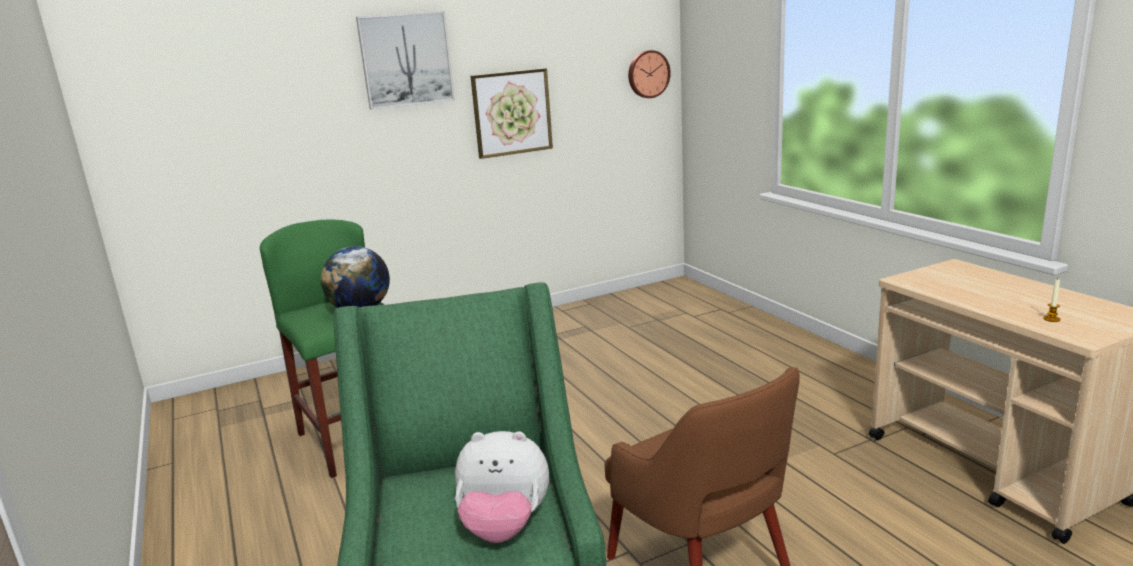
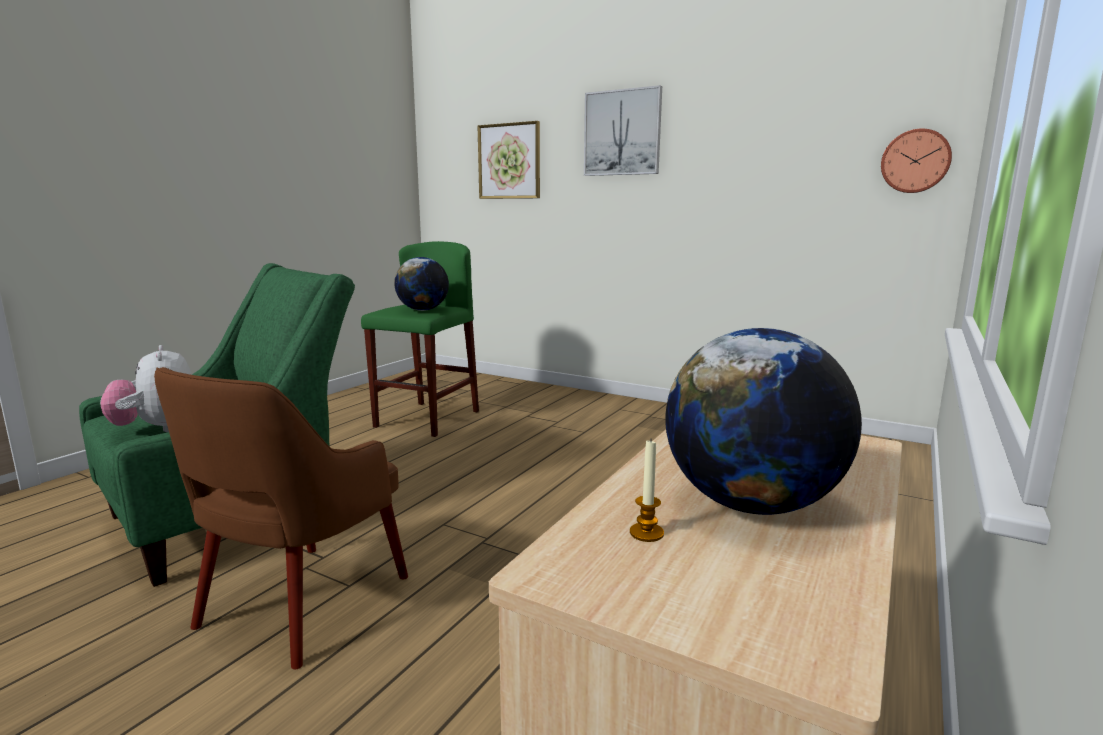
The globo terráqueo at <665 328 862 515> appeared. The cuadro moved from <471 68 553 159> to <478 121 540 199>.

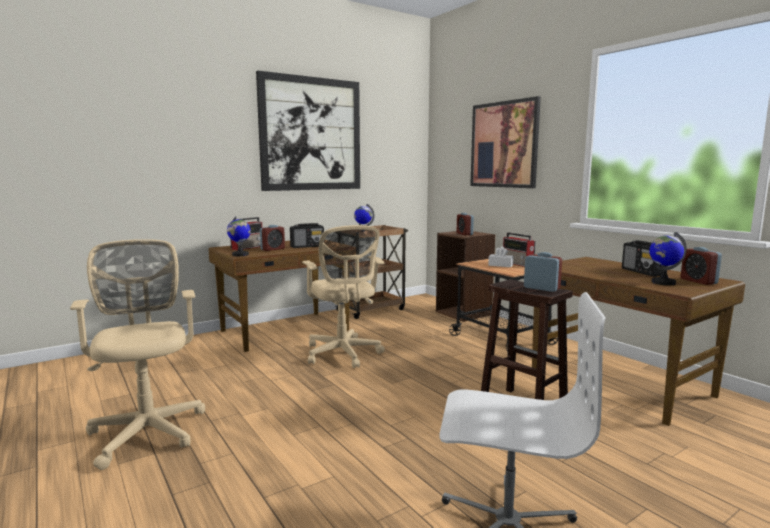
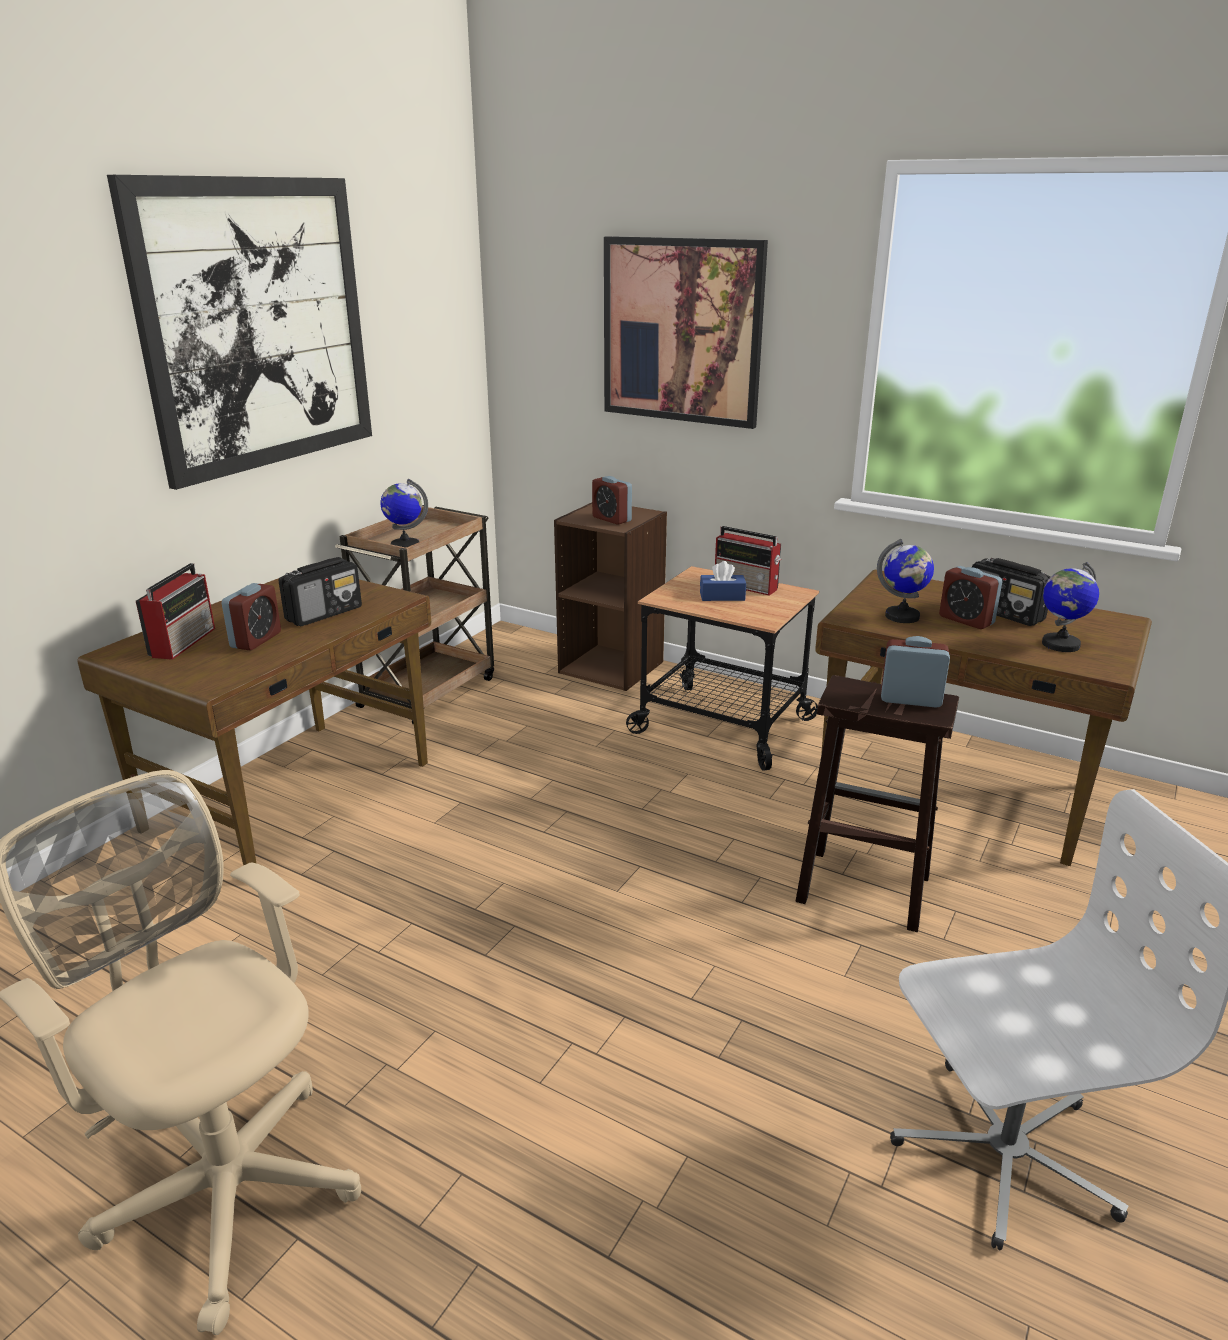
The silla de oficina [beis] at <302 225 385 368> disappeared. The globo terráqueo moved from <227 216 251 256> to <877 539 934 623>. The despertador moved from <681 247 722 285> to <939 566 1003 629>. The caja de pañuelos [blanco] at <488 246 514 267> became the caja de pañuelos [azul] at <700 561 746 601>.

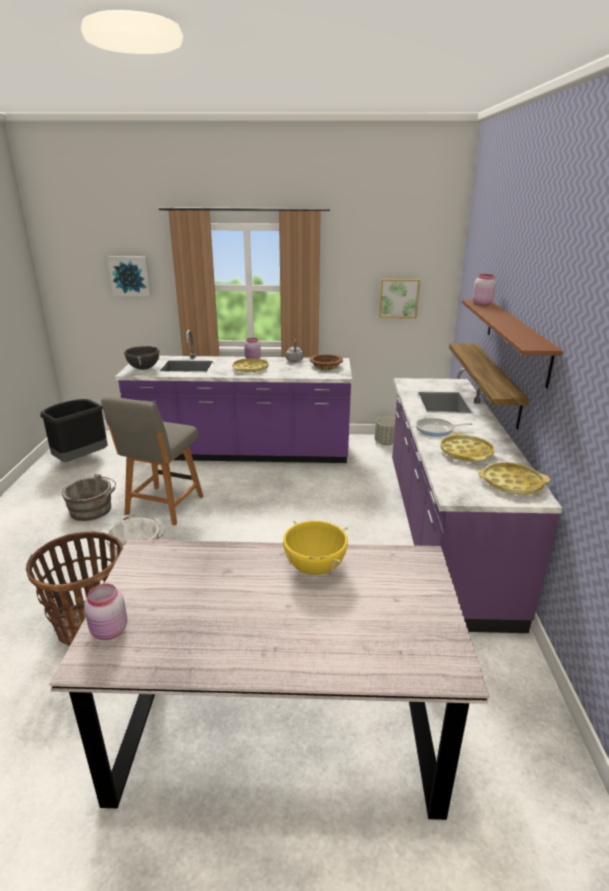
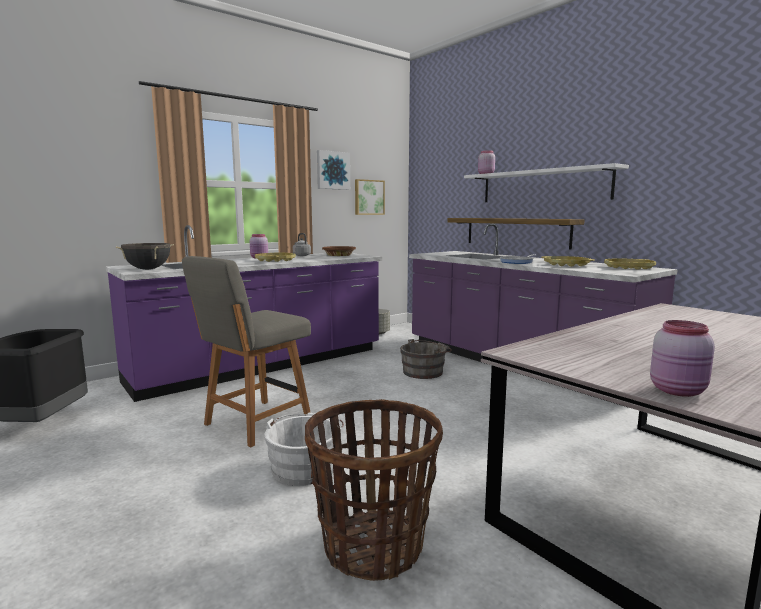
The olla [amarillo] at <280 520 348 575> disappeared. The cubo [gris] moved from <62 474 116 521> to <400 339 452 379>. The cuadro moved from <108 256 151 296> to <317 150 350 190>. The estante [marrón] at <462 300 563 388> became the estante [blanco] at <464 163 629 202>. The silla [gris] at <101 396 204 525> turned 60 degrees clockwise.

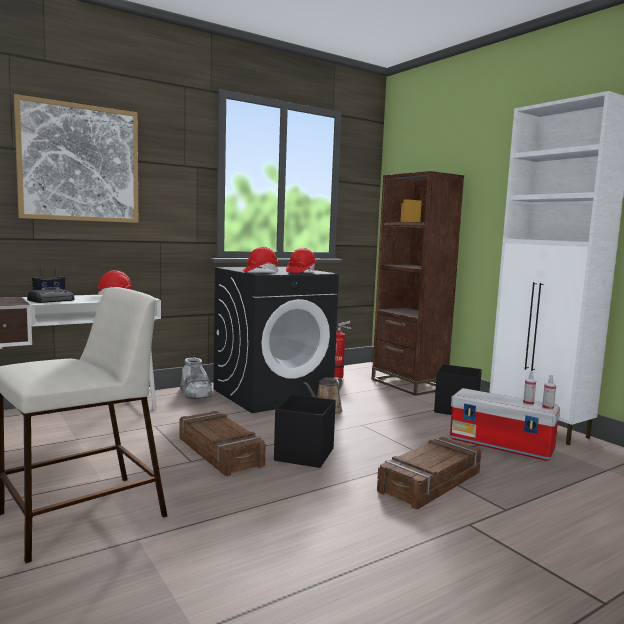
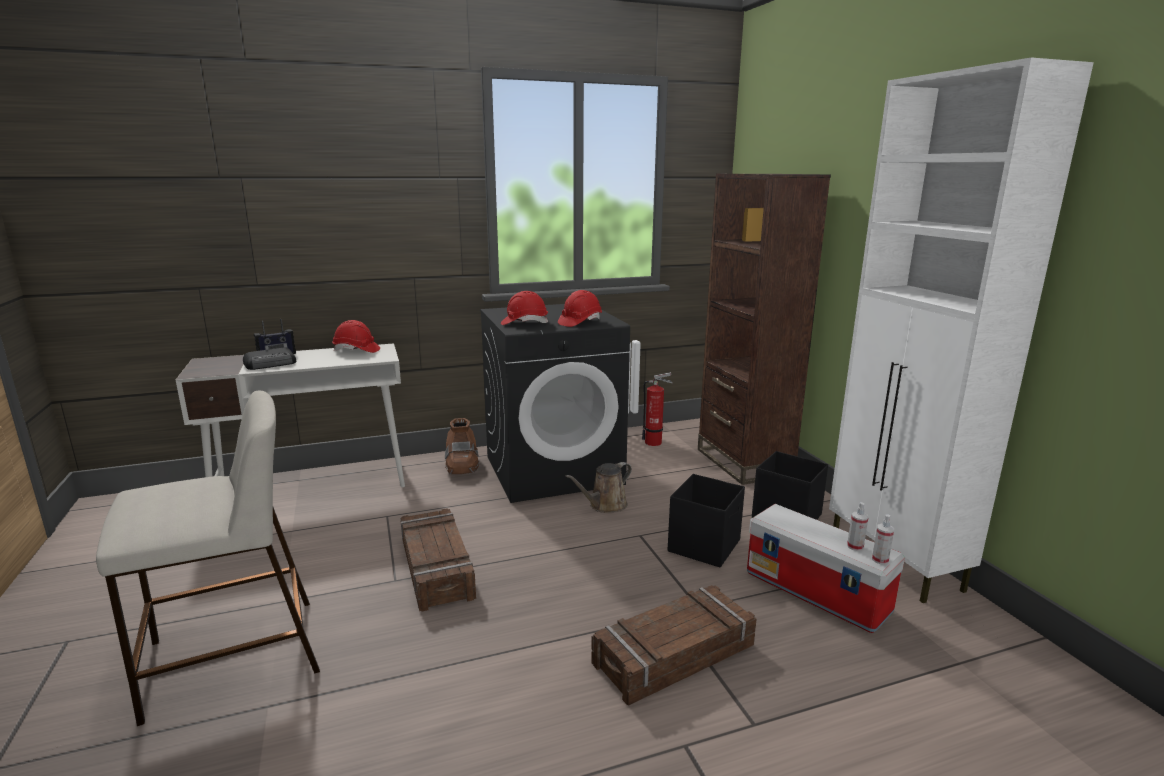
The cuadro at <14 94 138 223> disappeared. The caja de almacenaje [negro] moved from <274 395 336 468> to <668 474 745 567>. The bota [gris] at <180 358 213 399> became the bota [marrón] at <445 418 479 474>.

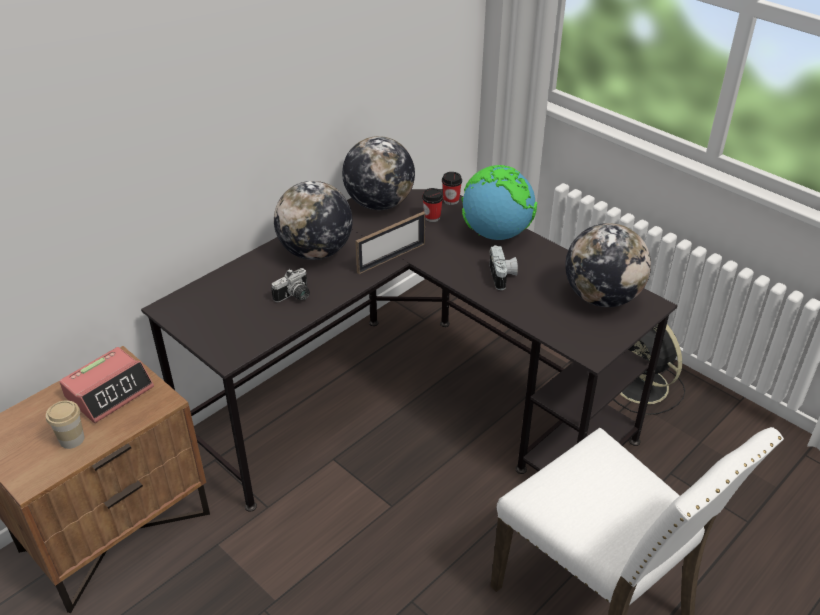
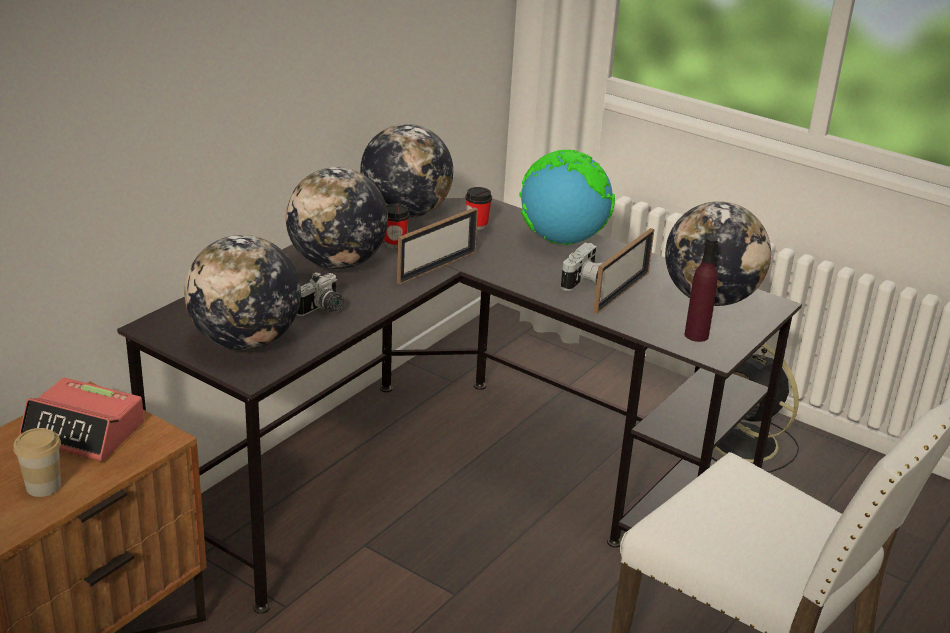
The globo terráqueo at <184 235 301 350> appeared. The portarretratos at <593 228 654 314> appeared. The botella [morado] at <685 236 718 342> appeared. The taza moved from <442 172 462 205> to <384 204 410 249>. The despertador at <59 347 154 423> turned 75 degrees clockwise. The cámara at <489 245 518 290> turned 45 degrees clockwise.

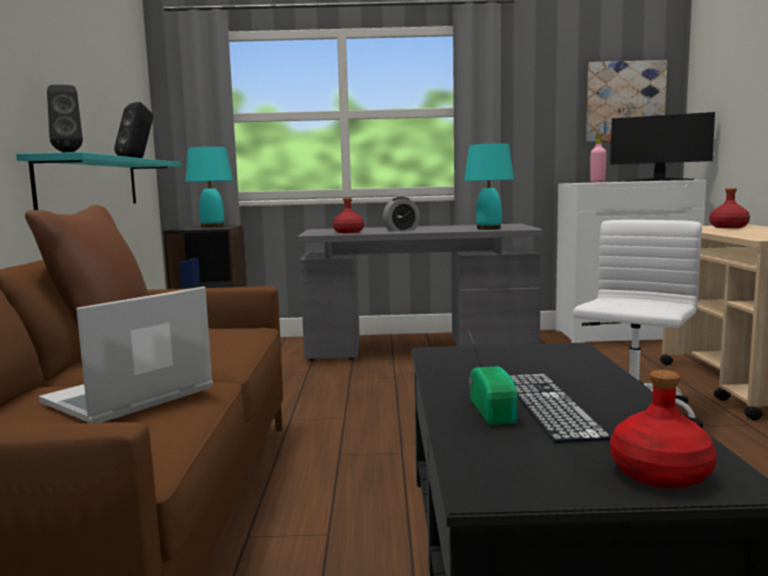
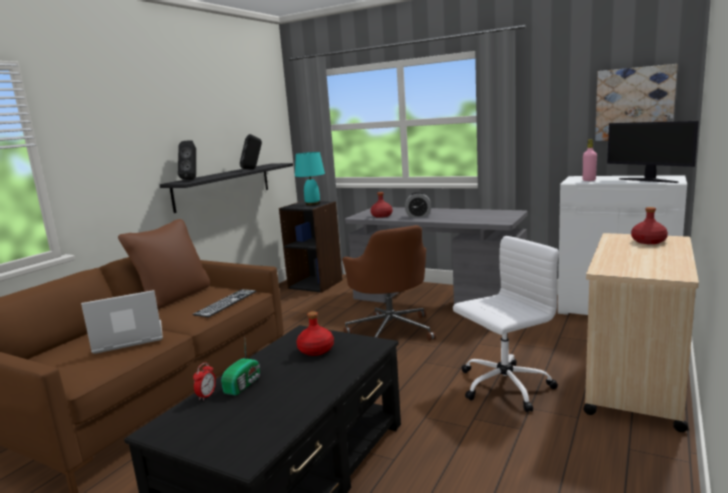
The lámpara de mesa [turquesa] at <464 143 514 230> disappeared. The despertador at <193 362 216 401> appeared. The silla de oficina [marrón] at <342 225 436 341> appeared. The teclado moved from <511 374 611 443> to <192 289 256 317>. The botella [rojo] moved from <610 370 717 489> to <296 311 334 356>. The estante [turquesa] at <16 152 181 210> became the estante [negro] at <160 163 293 213>.

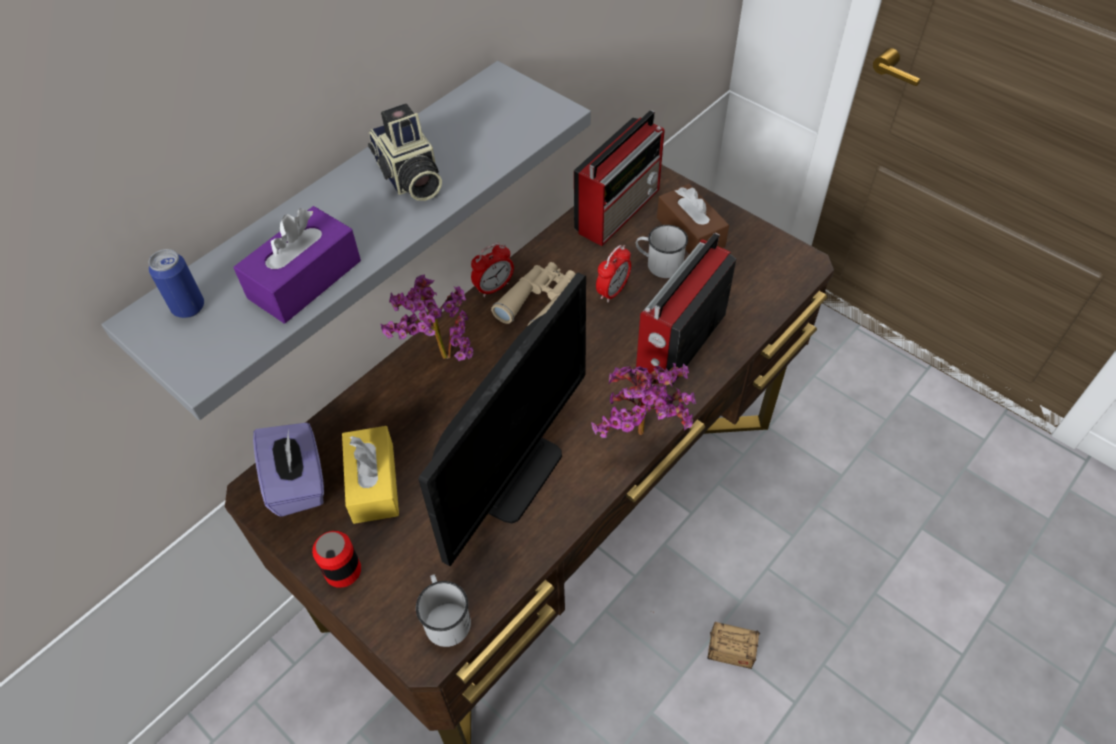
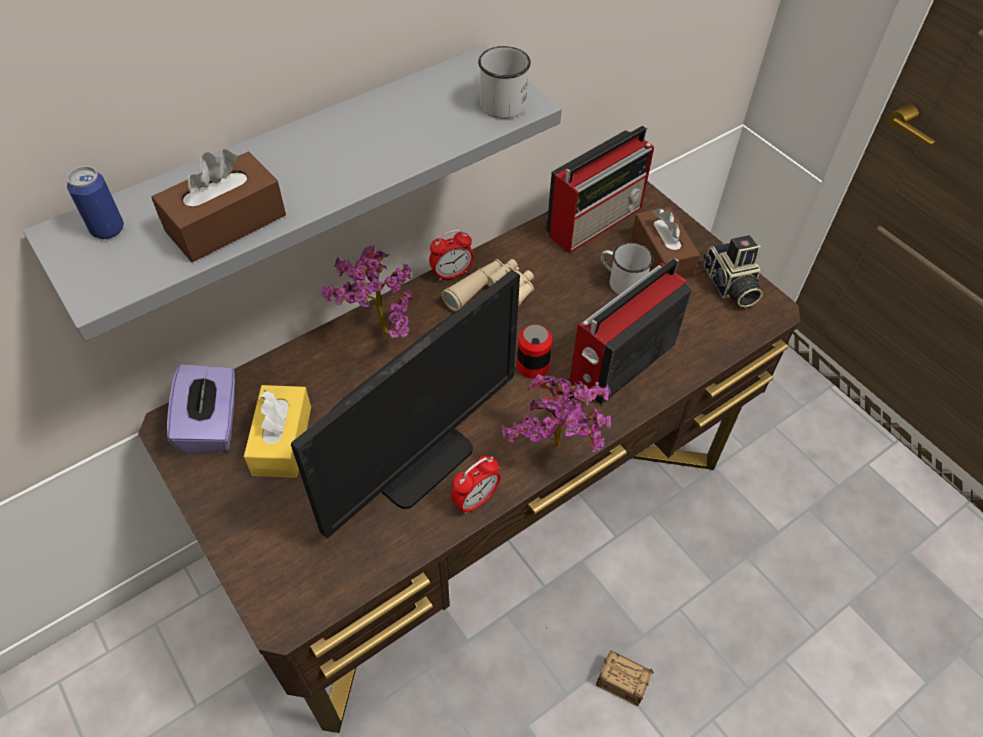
The lata moved from <312 531 361 588> to <517 325 552 379>. The cámara moved from <368 103 442 201> to <703 235 763 308>. The taza grande [blanco] moved from <416 574 471 647> to <478 46 531 119>. The despertador moved from <596 245 631 303> to <451 456 501 514>. The caja de pañuelos [morado] at <234 206 361 323> became the caja de pañuelos [marrón] at <151 149 286 262>.

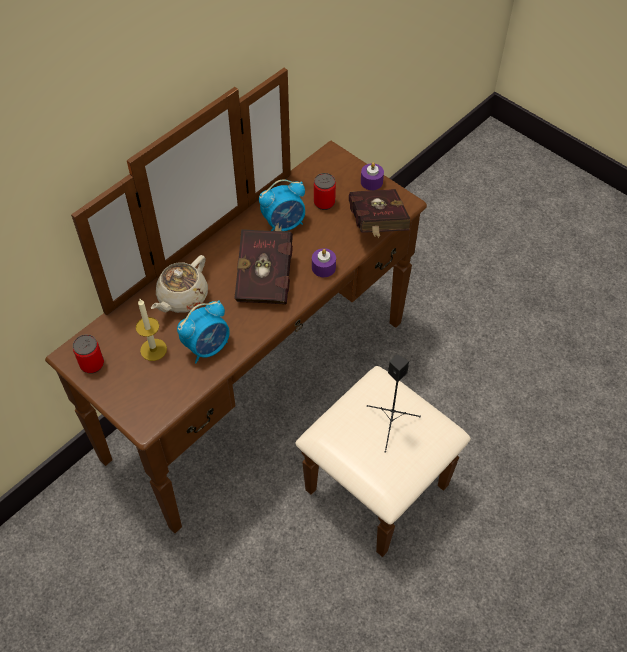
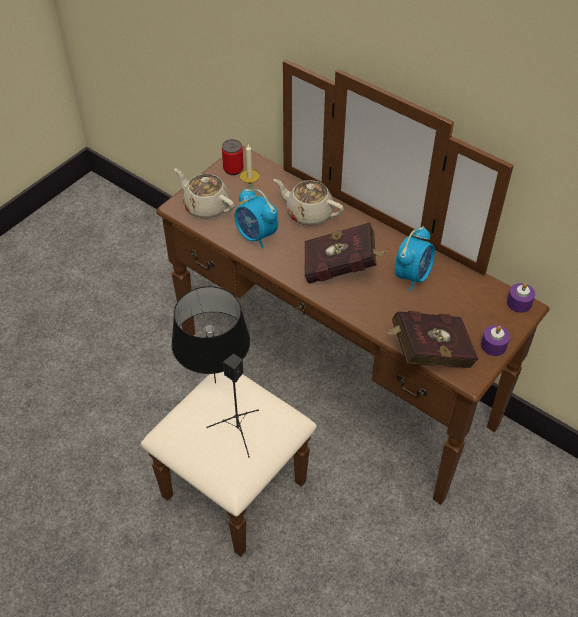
The lata at <314 173 336 210> disappeared. The lámpara de mesa [negro] at <171 286 250 383> appeared. The tetera [beis] at <174 168 235 219> appeared. The vela [morado] moved from <312 248 336 277> to <507 283 535 313>. The despertador at <259 179 305 231> turned 120 degrees counterclockwise.

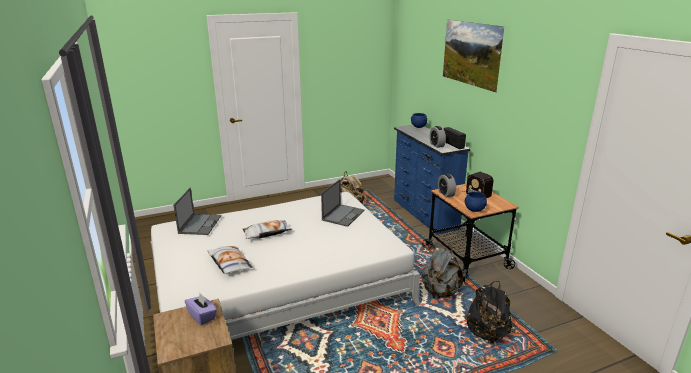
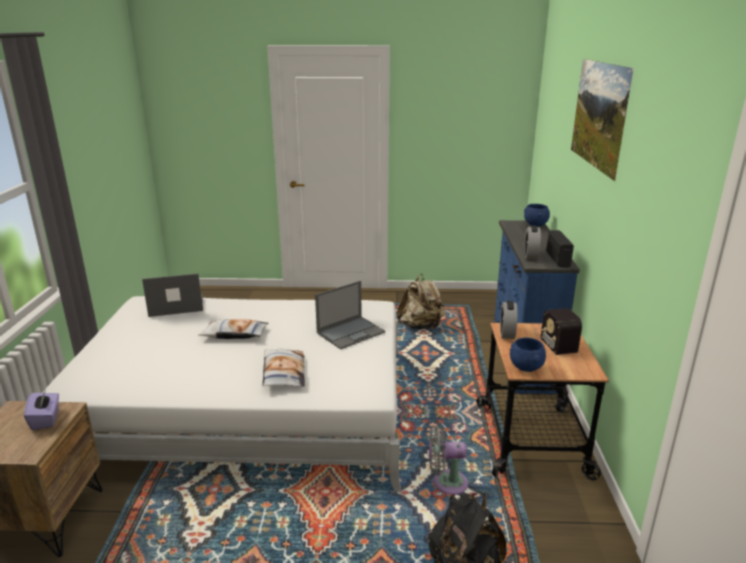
The cojín moved from <207 246 253 274> to <262 348 305 387>. The mochila [gris] at <421 246 463 299> was replaced by the ventilador [gris] at <429 426 468 495>. The portátil at <173 188 222 235> turned 135 degrees counterclockwise.

